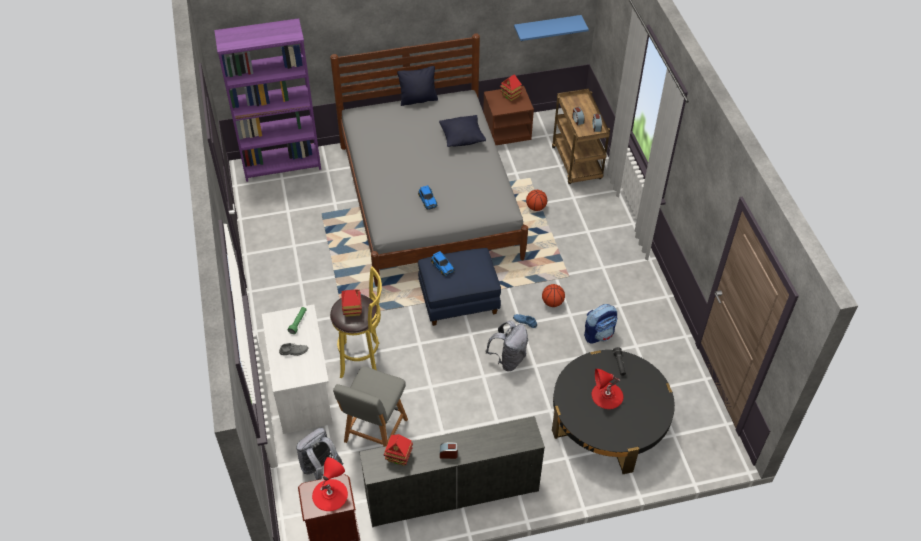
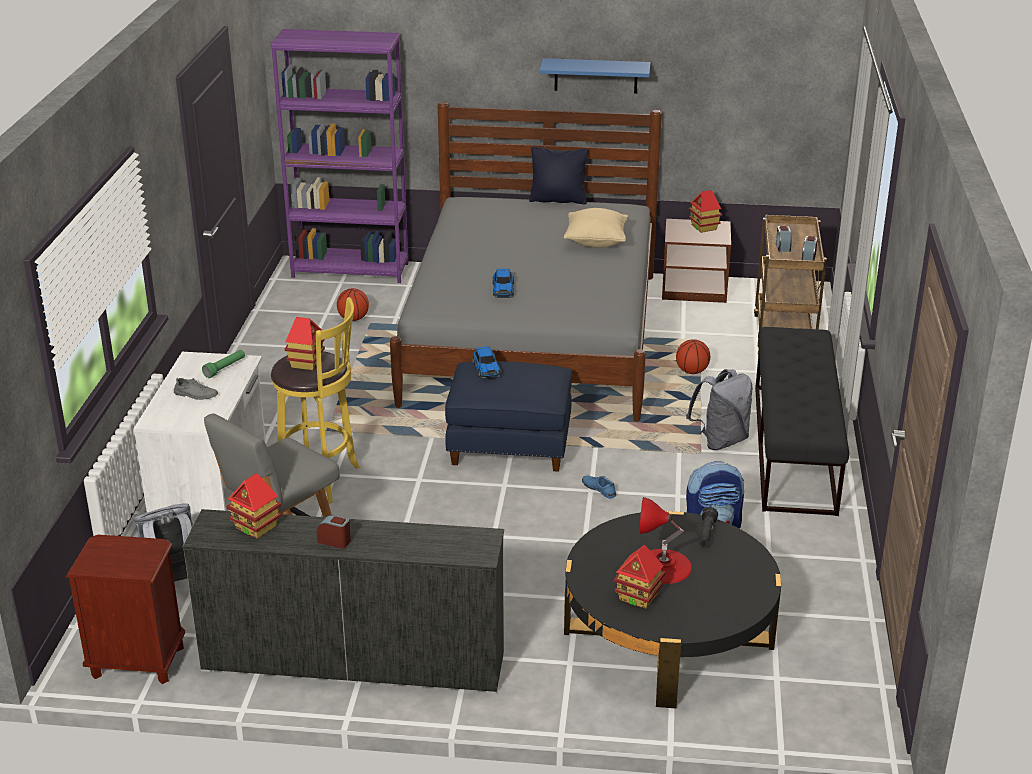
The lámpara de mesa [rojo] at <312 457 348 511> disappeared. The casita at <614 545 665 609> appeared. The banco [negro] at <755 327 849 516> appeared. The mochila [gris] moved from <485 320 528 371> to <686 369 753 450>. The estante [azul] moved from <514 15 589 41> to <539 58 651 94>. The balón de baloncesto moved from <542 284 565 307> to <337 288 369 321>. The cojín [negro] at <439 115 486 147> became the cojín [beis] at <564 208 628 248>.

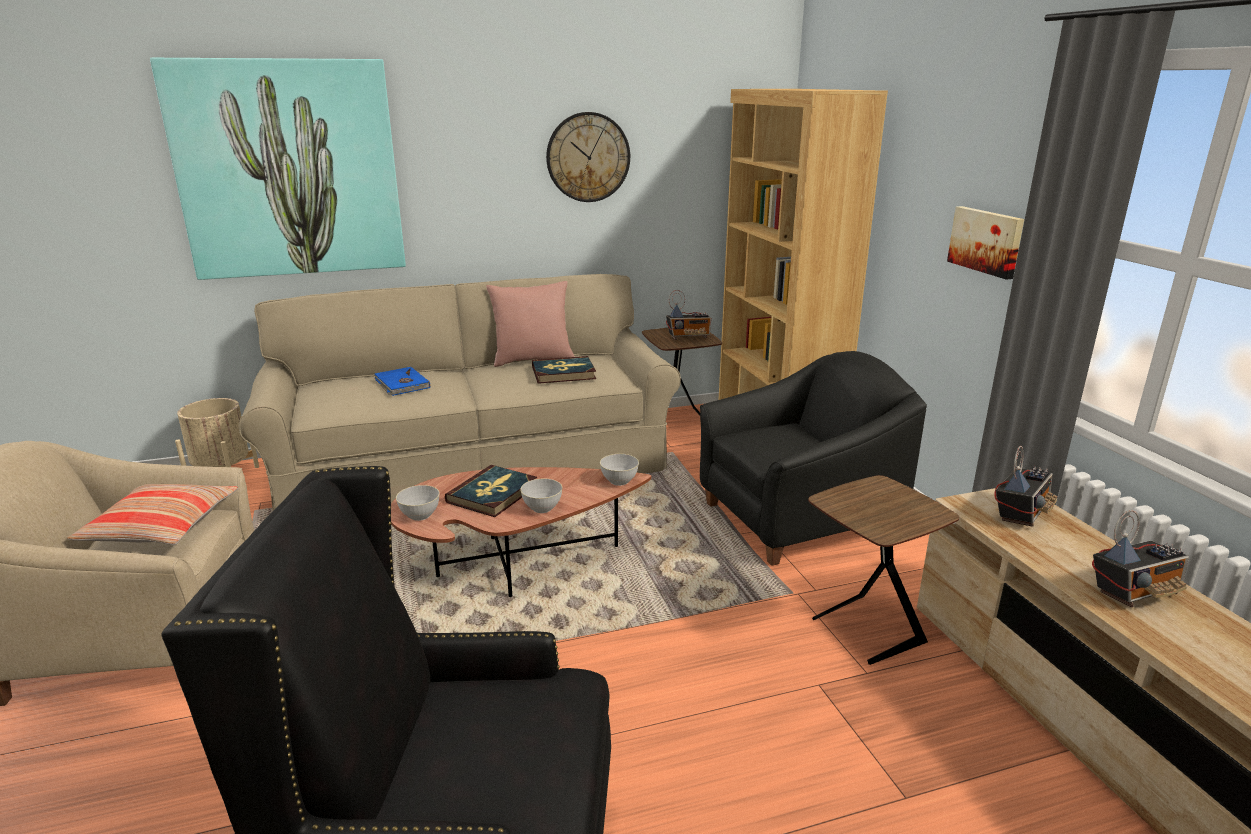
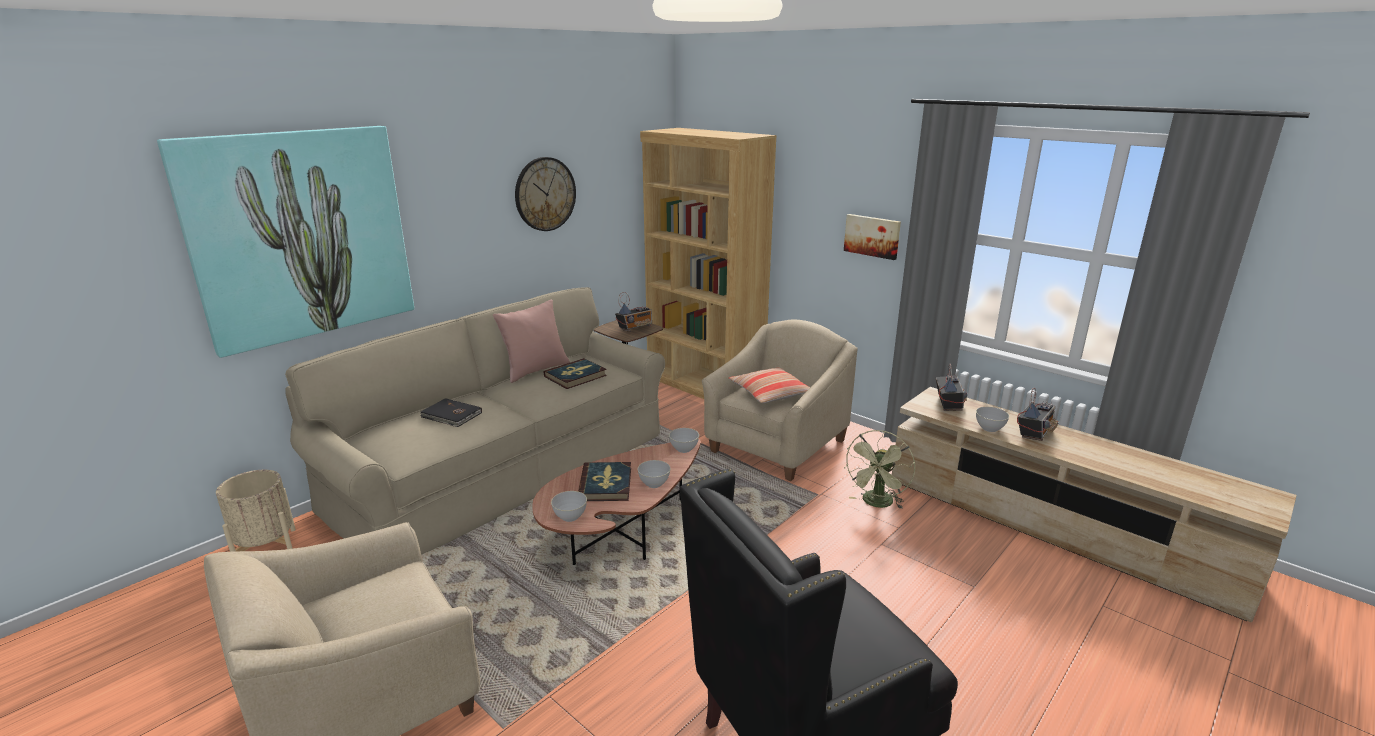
The cuenco [gris] at <976 407 1009 432> appeared. The cojín moved from <67 484 238 545> to <729 367 810 403>. The mesa auxiliar [marrón] at <808 475 959 665> was replaced by the ventilador [verde] at <844 430 915 509>. The libro [azul] at <374 367 430 396> became the libro [negro] at <420 398 482 427>. The sillón [negro] at <700 351 927 566> became the sillón [beis] at <702 320 858 481>.

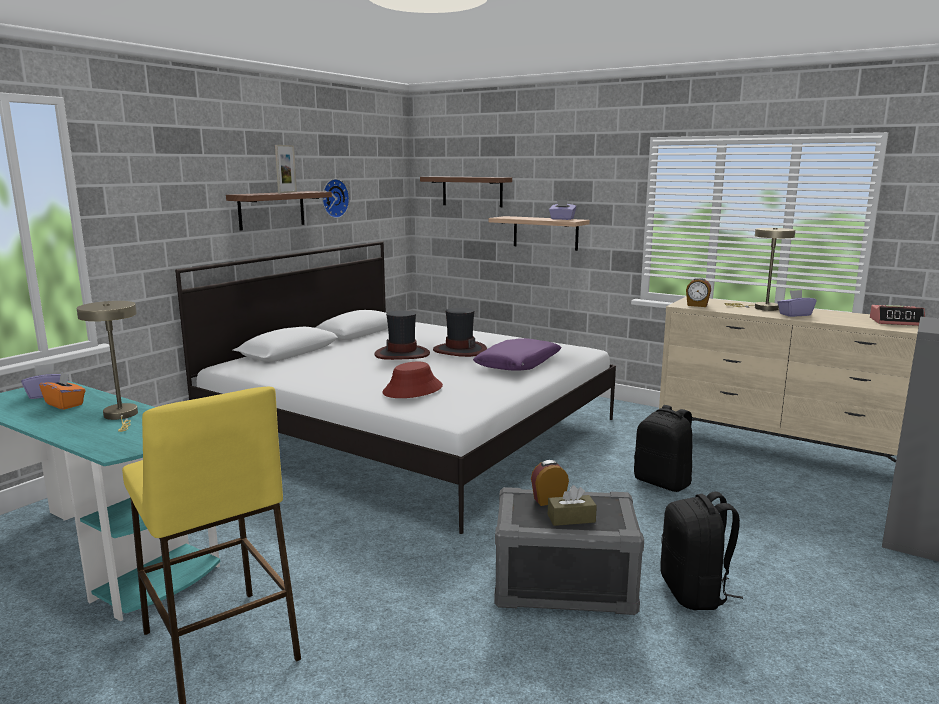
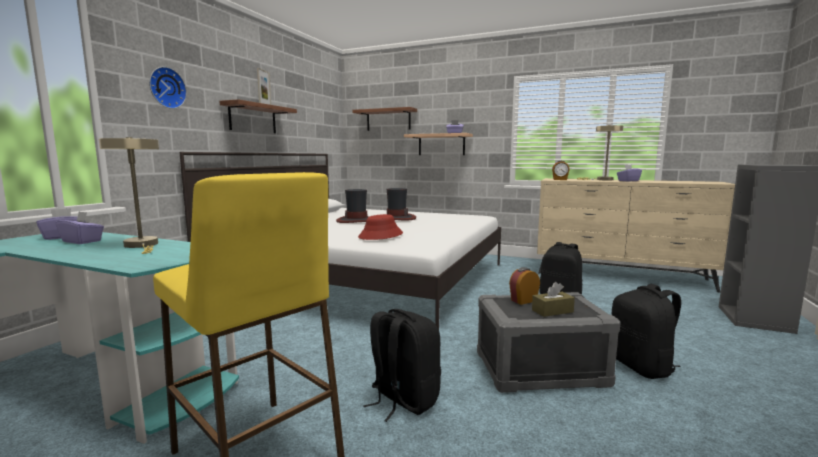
The cojín [morado] at <473 338 562 371> disappeared. The despertador at <870 305 925 326> disappeared. The mochila [negro] at <363 309 441 422> appeared. The reloj de pared moved from <322 179 350 218> to <149 67 187 109>. The caja de pañuelos [naranja] at <39 372 86 410> became the caja de pañuelos [morado] at <56 211 104 244>.

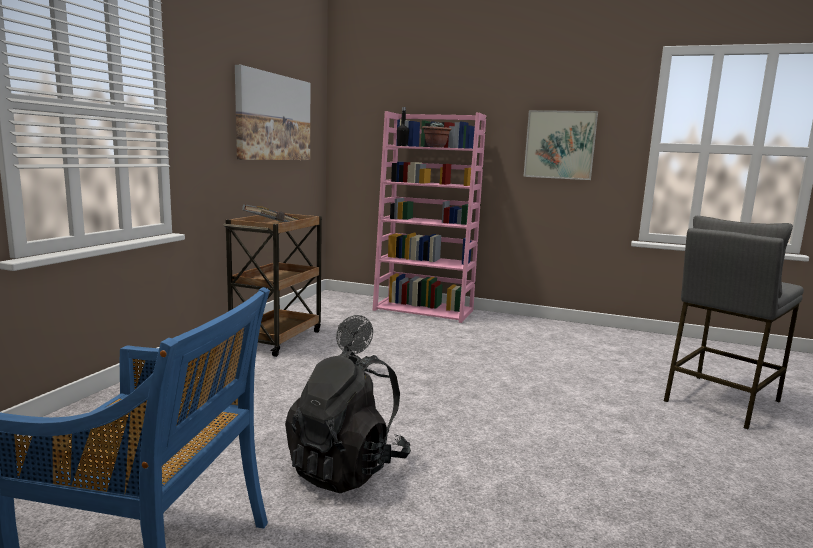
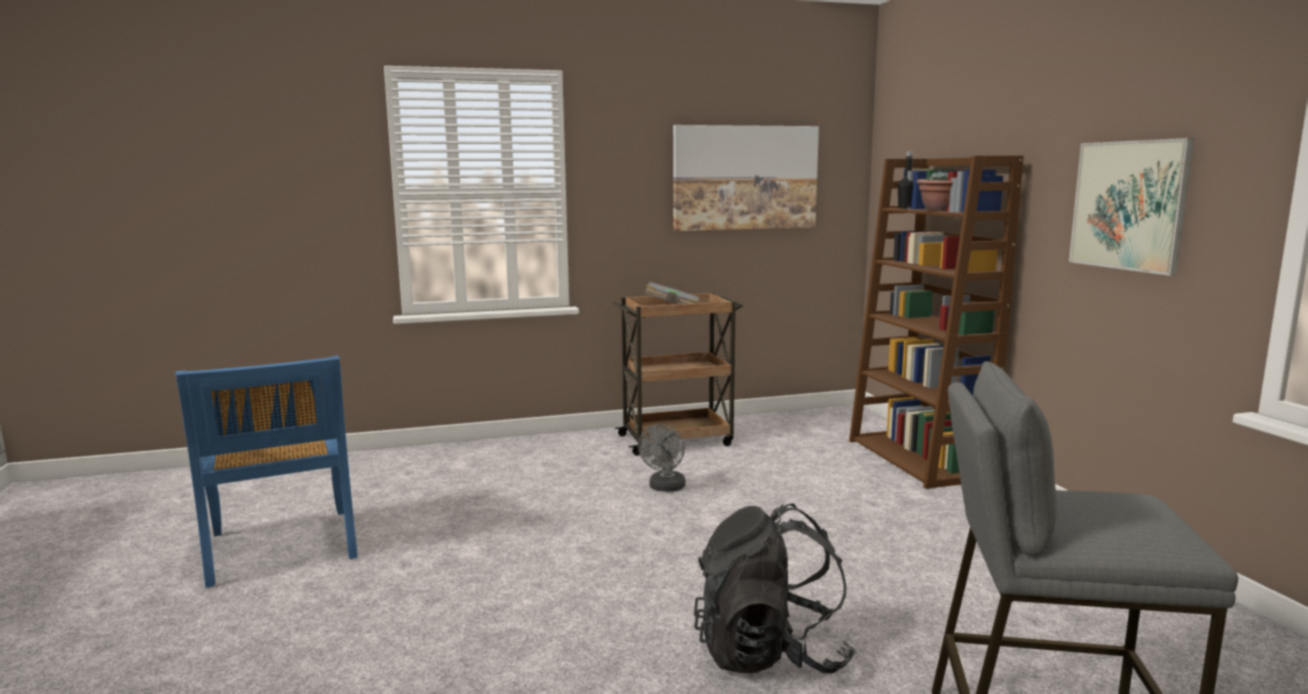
The mochila [negro] moved from <285 348 411 493> to <694 504 856 673>. The estantería [rosa] at <373 111 486 323> became the estantería [marrón] at <849 156 1024 489>.

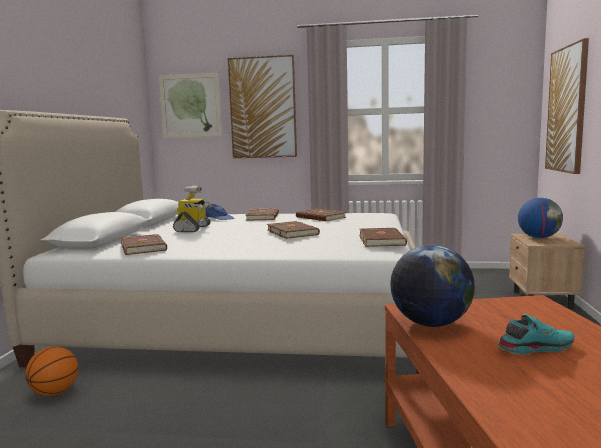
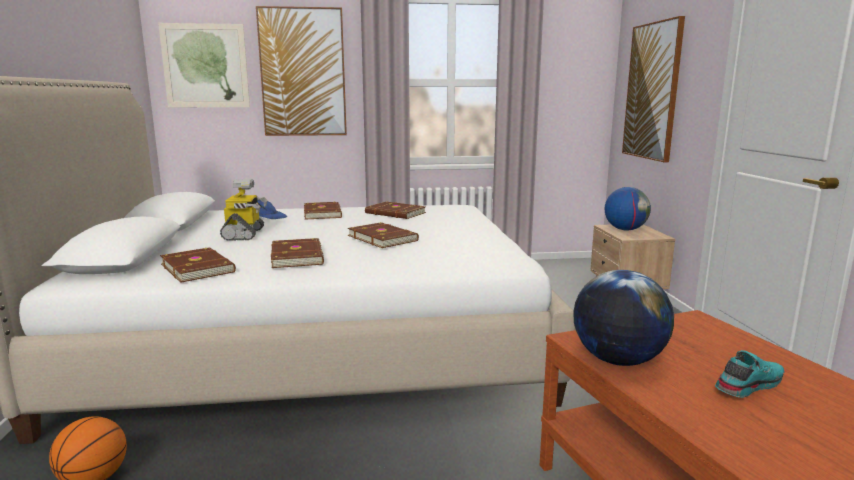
The libro [marrón] moved from <359 228 407 247> to <271 238 324 268>.

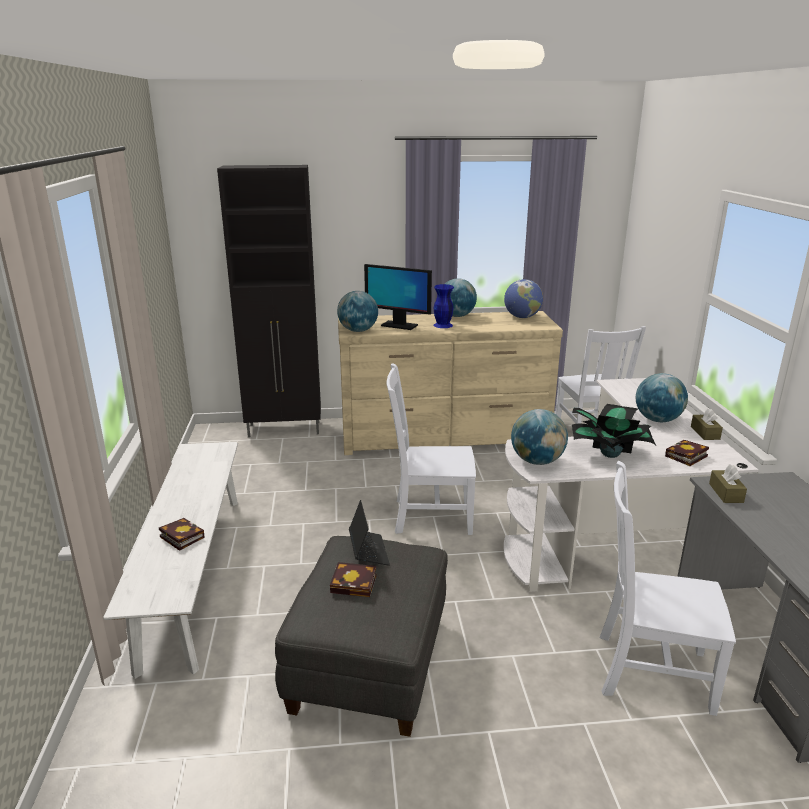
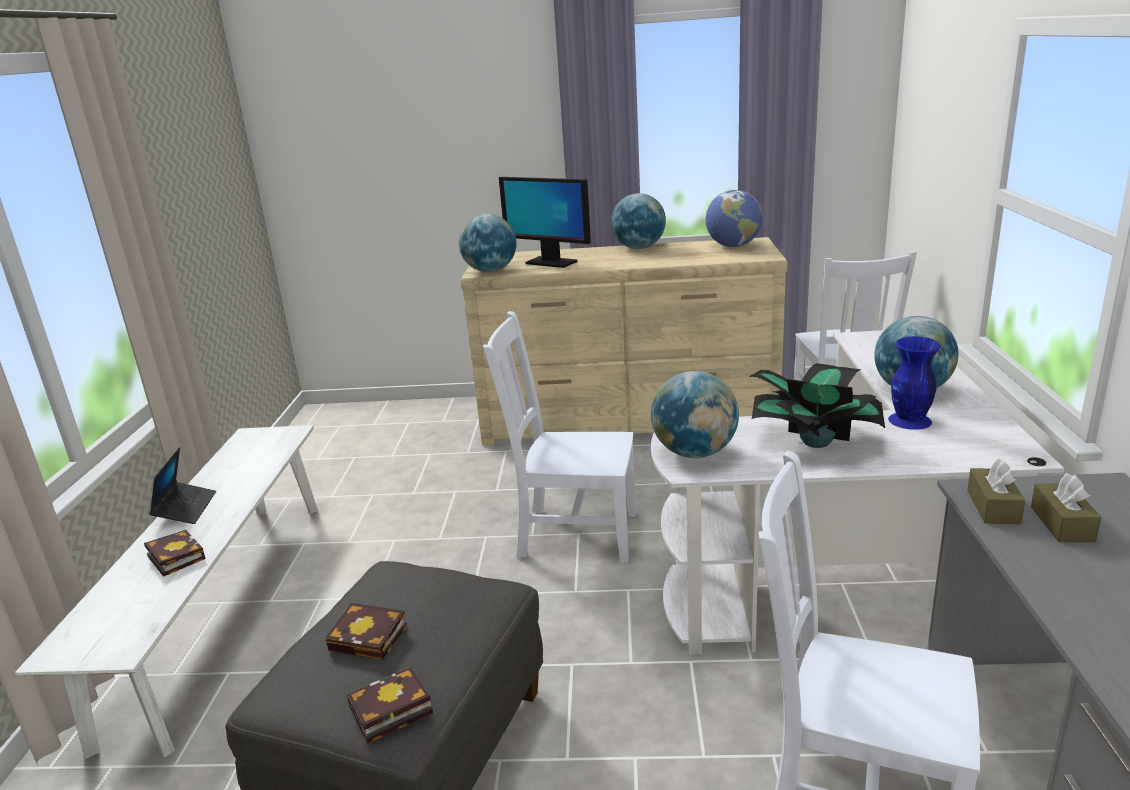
The armario [negro] at <217 165 321 437> disappeared. The portátil moved from <349 500 390 566> to <149 447 216 524>. The florero [azul] moved from <433 284 454 328> to <888 337 941 430>. The libro moved from <665 440 709 466> to <347 667 433 744>. The caja de pañuelos [marrón] moved from <691 409 723 440> to <1031 473 1102 542>.

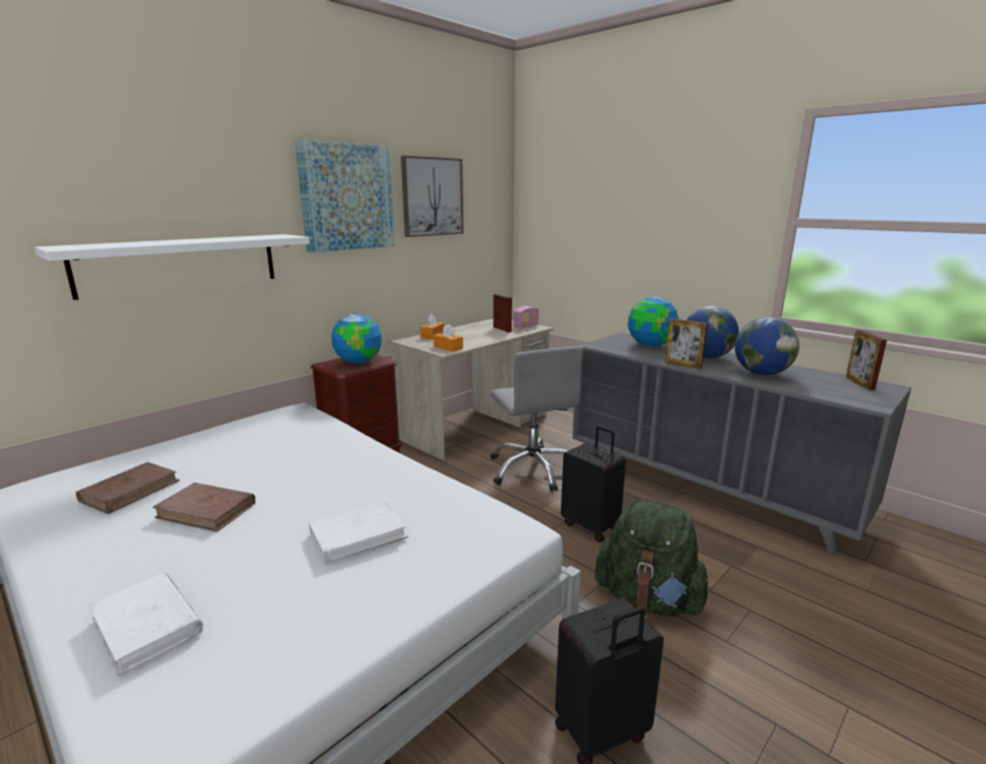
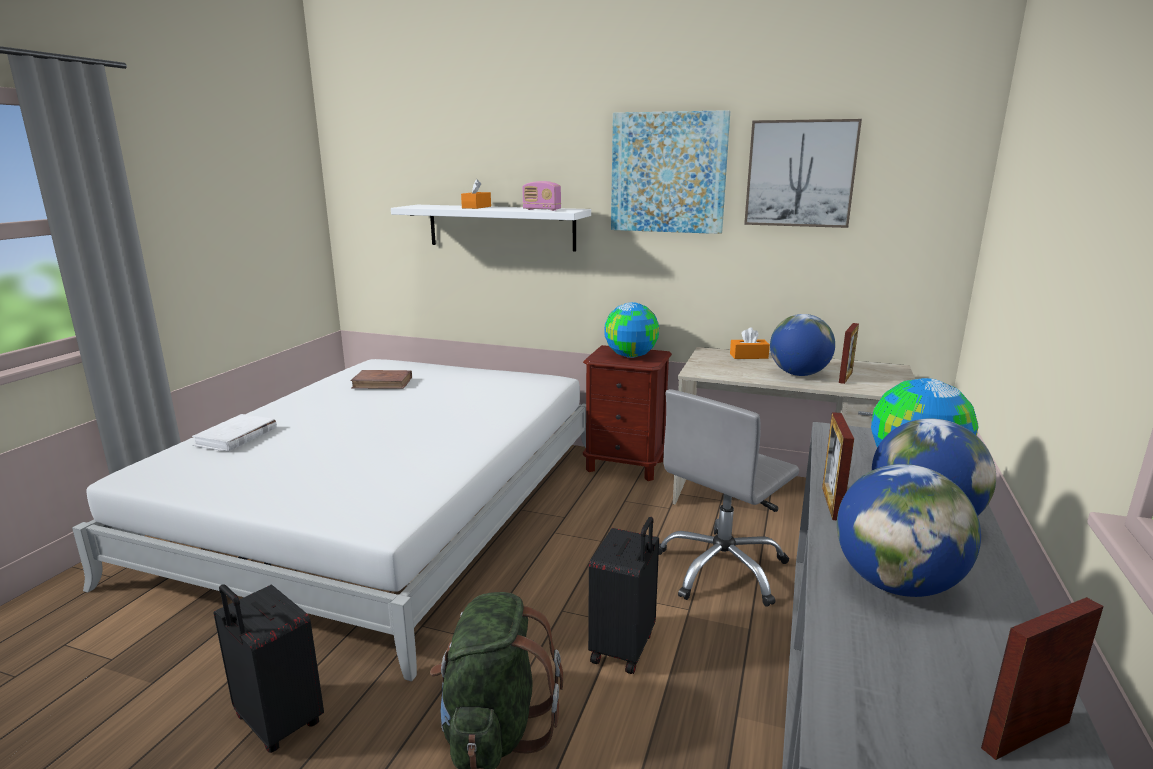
The libro [marrón] at <152 482 255 532> disappeared. The libro [blanco] at <309 501 408 564> disappeared. The globo terráqueo at <770 314 835 376> appeared. The caja de pañuelos [naranja] moved from <433 324 463 352> to <461 179 491 209>. The radio moved from <513 306 539 329> to <522 181 561 211>.

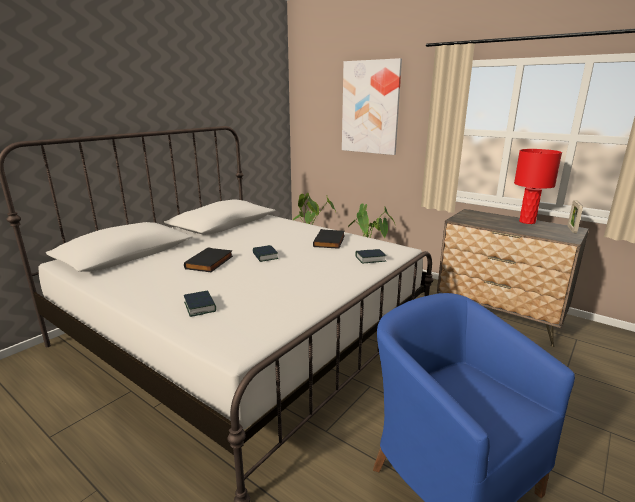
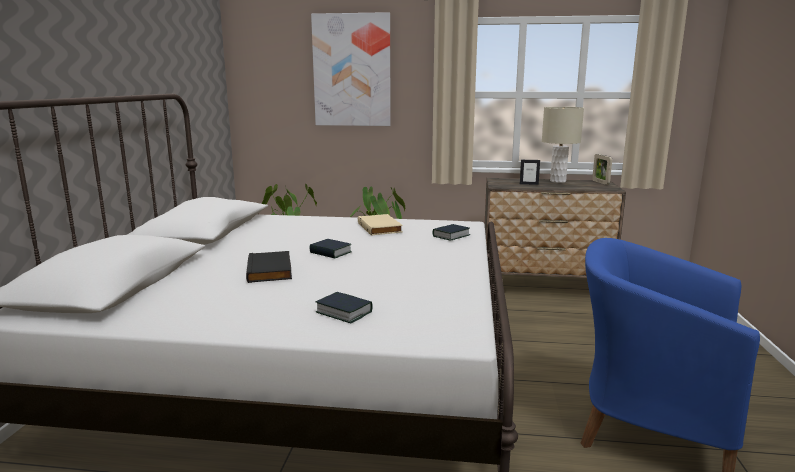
The portarretratos at <520 160 540 185> appeared. The libro [negro] at <313 229 345 249> became the libro [beis] at <358 214 403 236>. The lámpara de mesa [rojo] at <514 149 562 224> became the lámpara de mesa [beis] at <542 107 584 183>.

